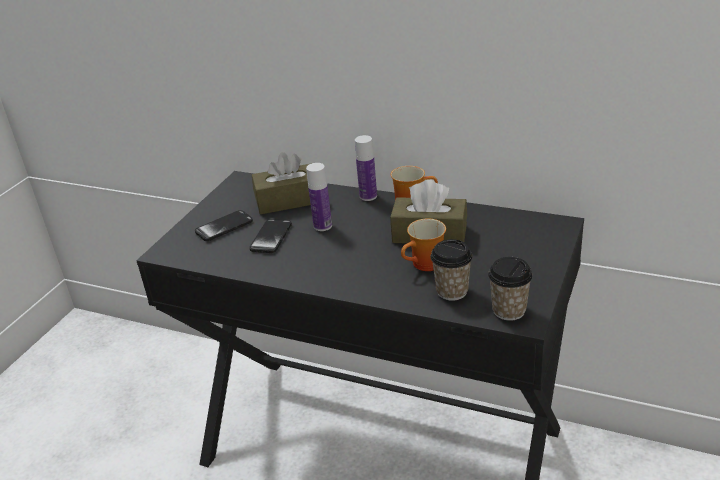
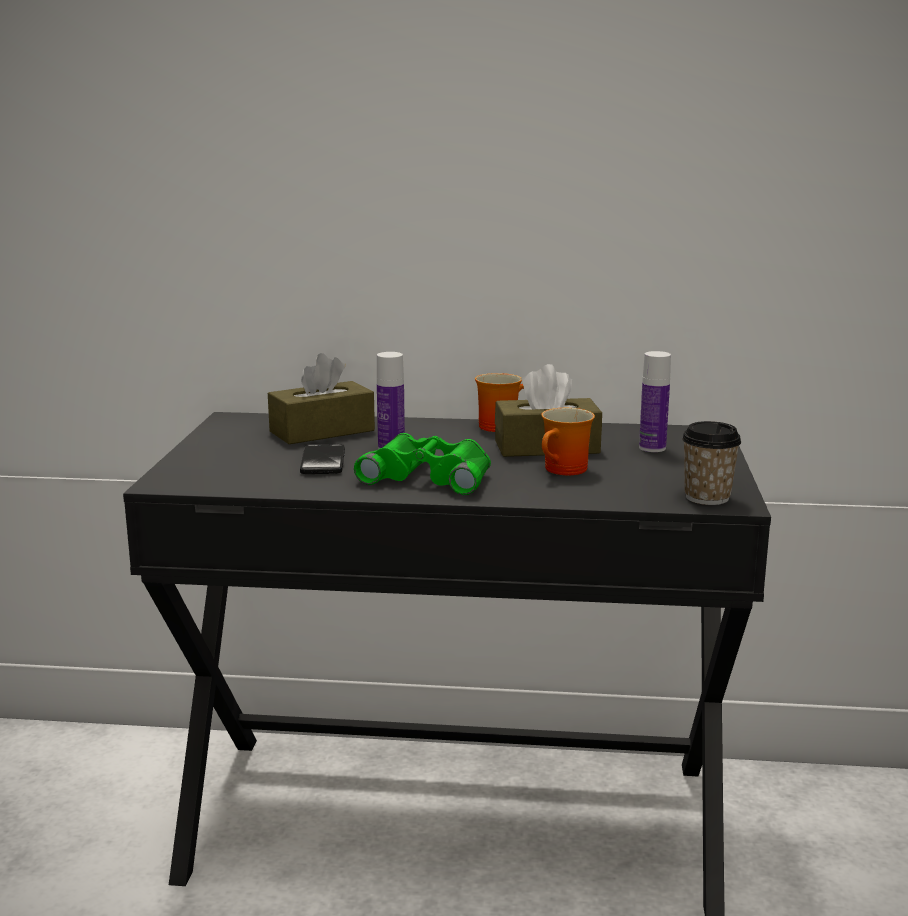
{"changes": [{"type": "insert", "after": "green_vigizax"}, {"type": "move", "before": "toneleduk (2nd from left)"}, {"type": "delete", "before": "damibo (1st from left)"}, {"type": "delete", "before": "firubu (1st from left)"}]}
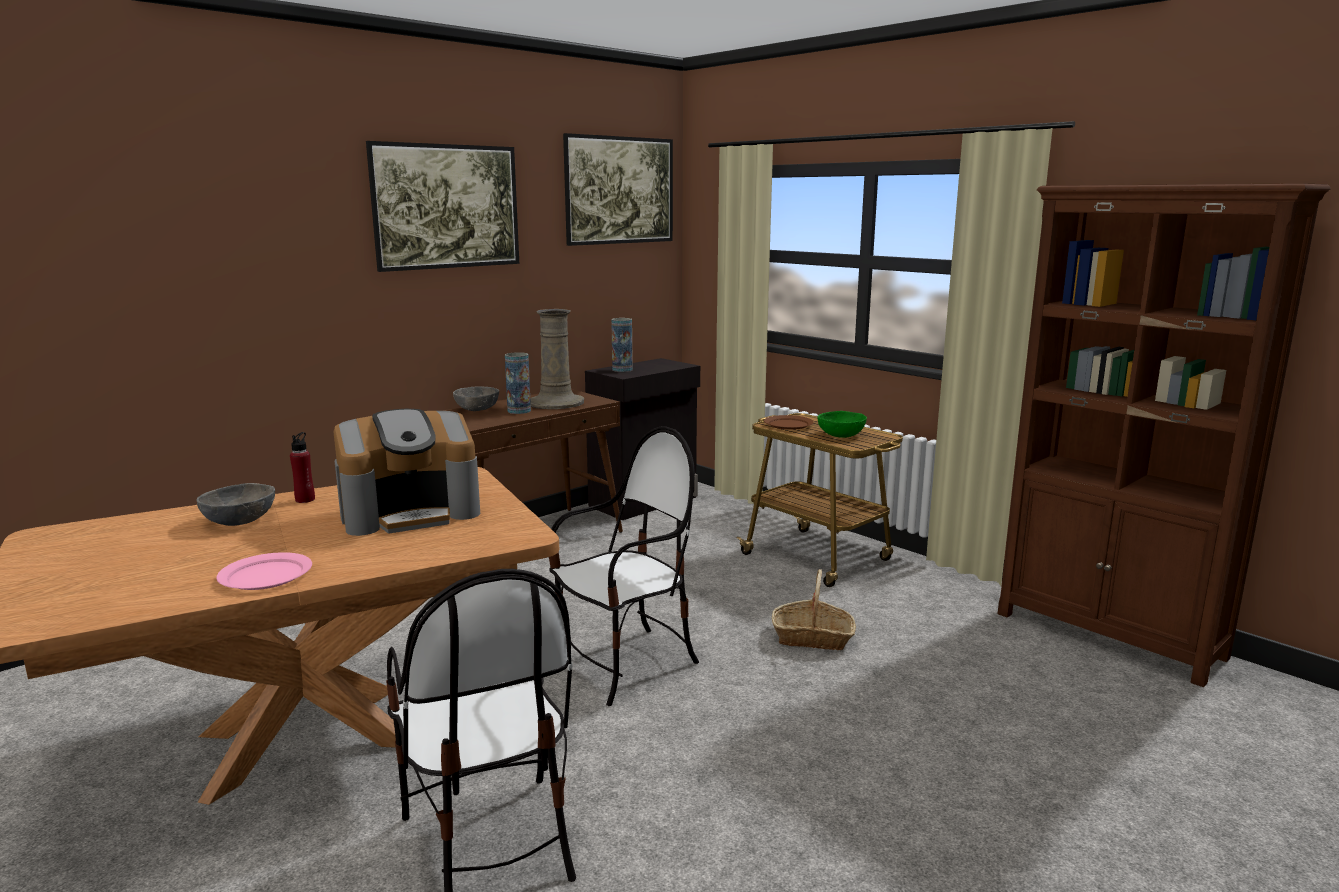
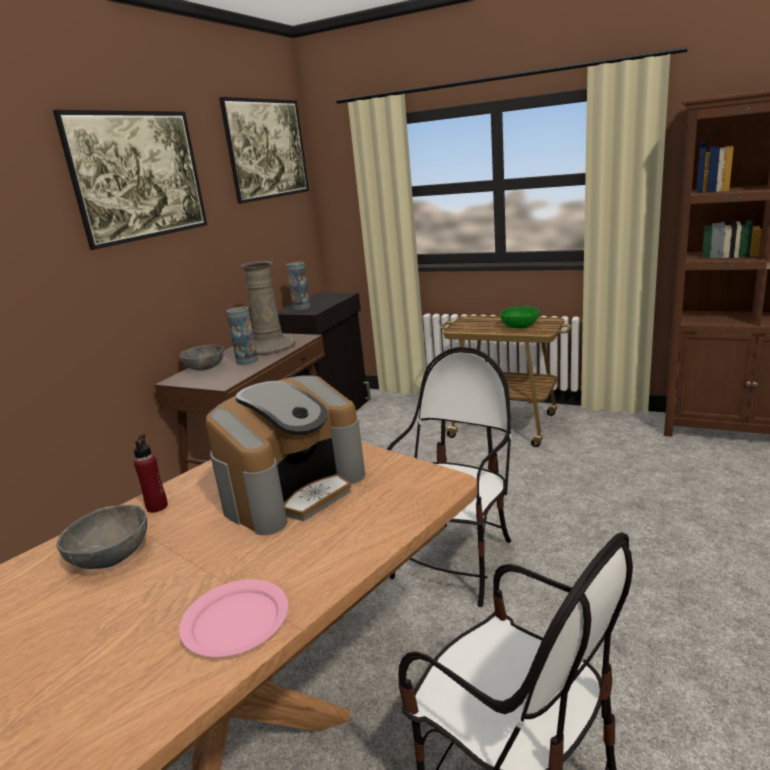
{"changes": [{"type": "delete", "before": "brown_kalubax"}, {"type": "delete", "before": "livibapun"}]}
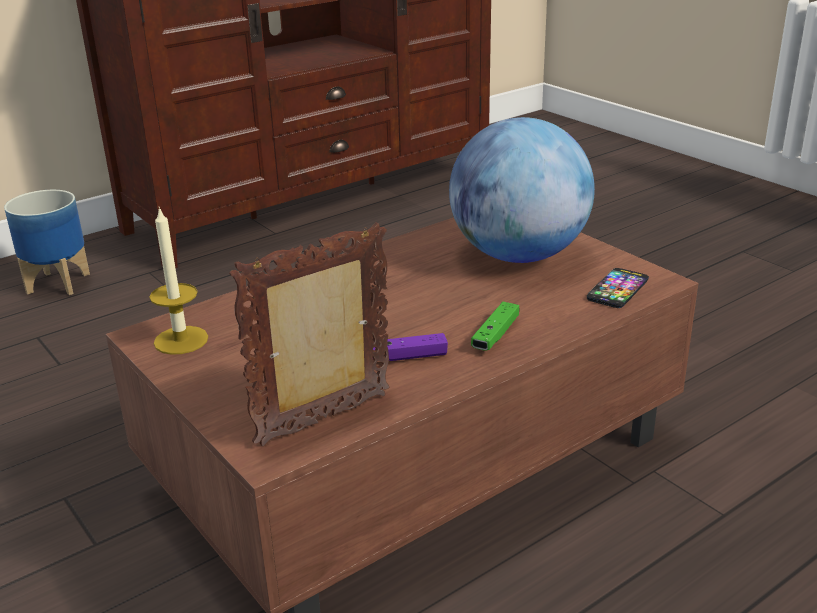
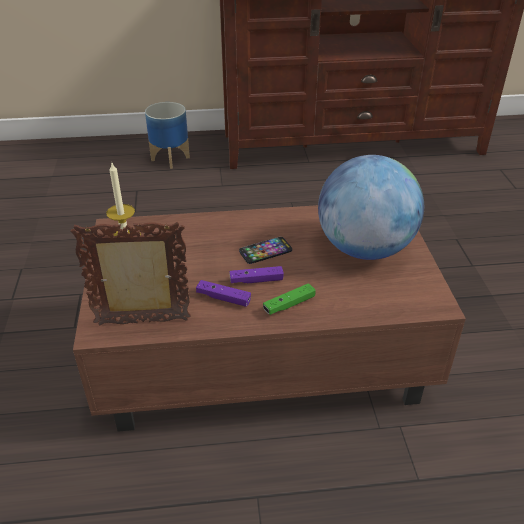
{"changes": [{"type": "insert", "after": "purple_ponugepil (2nd from left)"}, {"type": "move", "before": "damibo"}]}
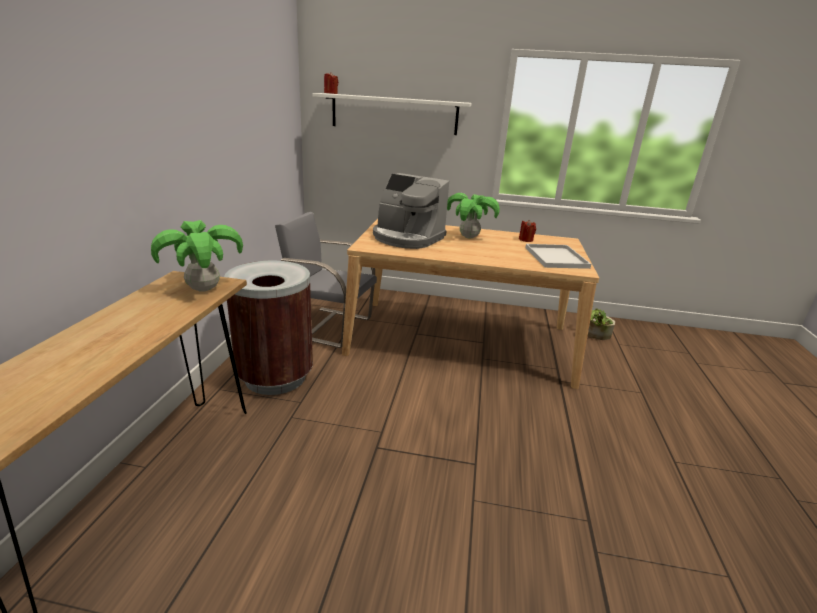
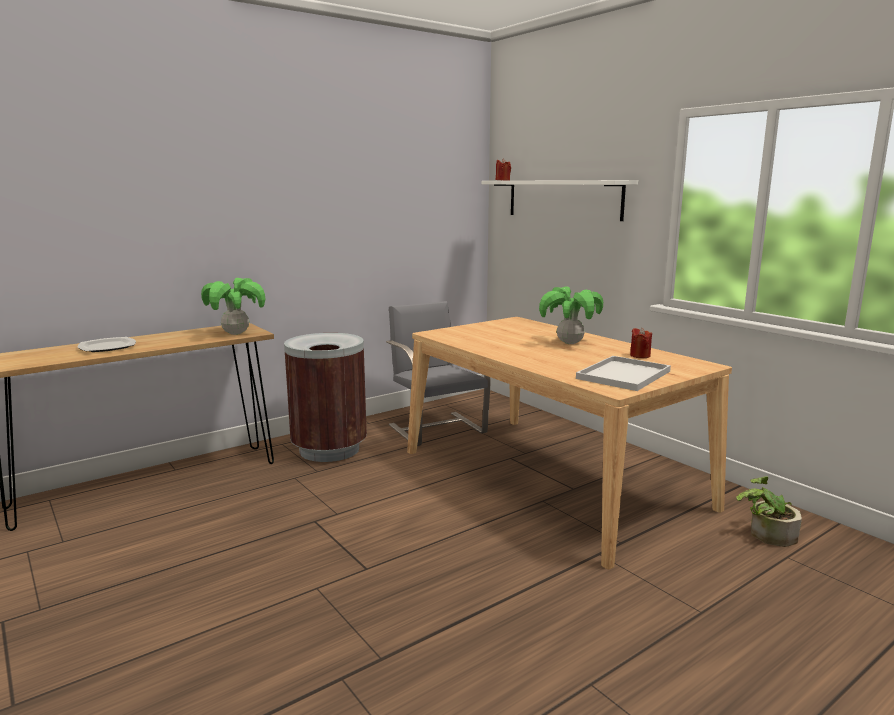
{"changes": [{"type": "insert", "after": "kalubax"}, {"type": "delete", "before": "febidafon"}]}
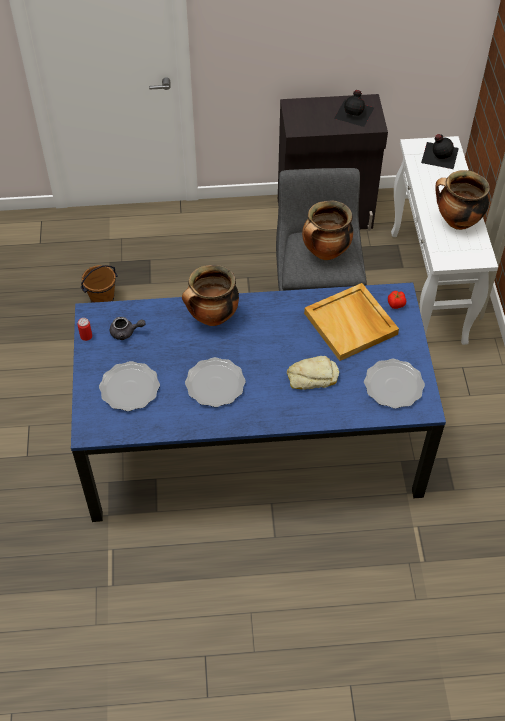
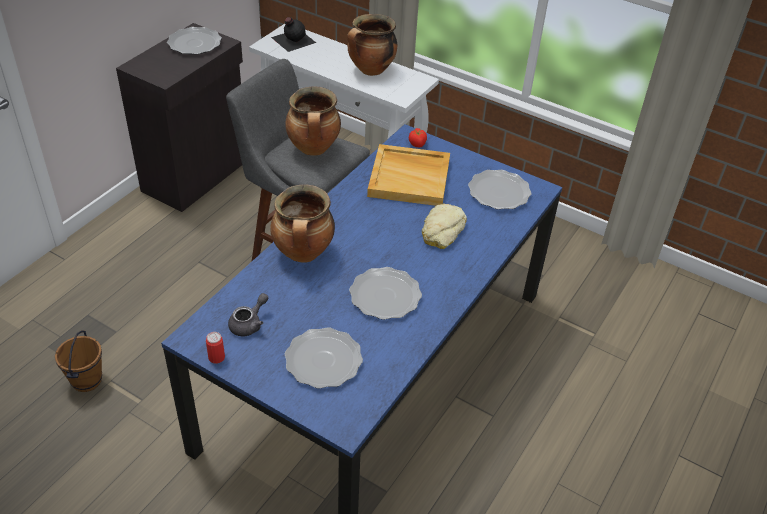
{"changes": [{"type": "replace", "before": "black_toneleduk (1st from left)", "after": "kalubax (1st from left)"}]}
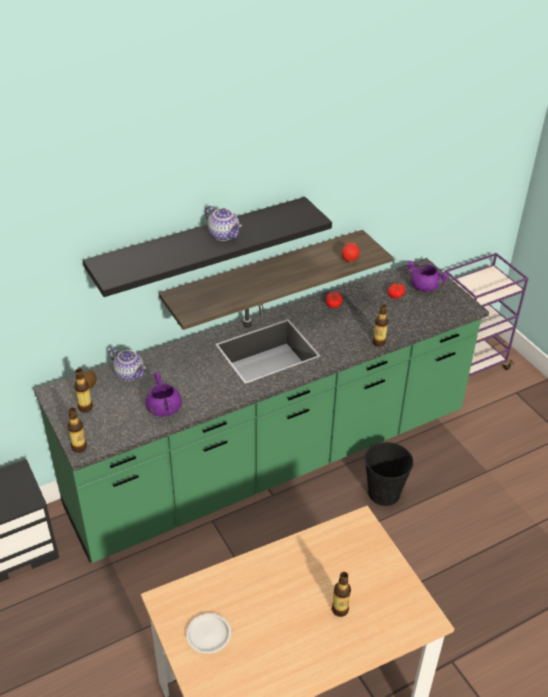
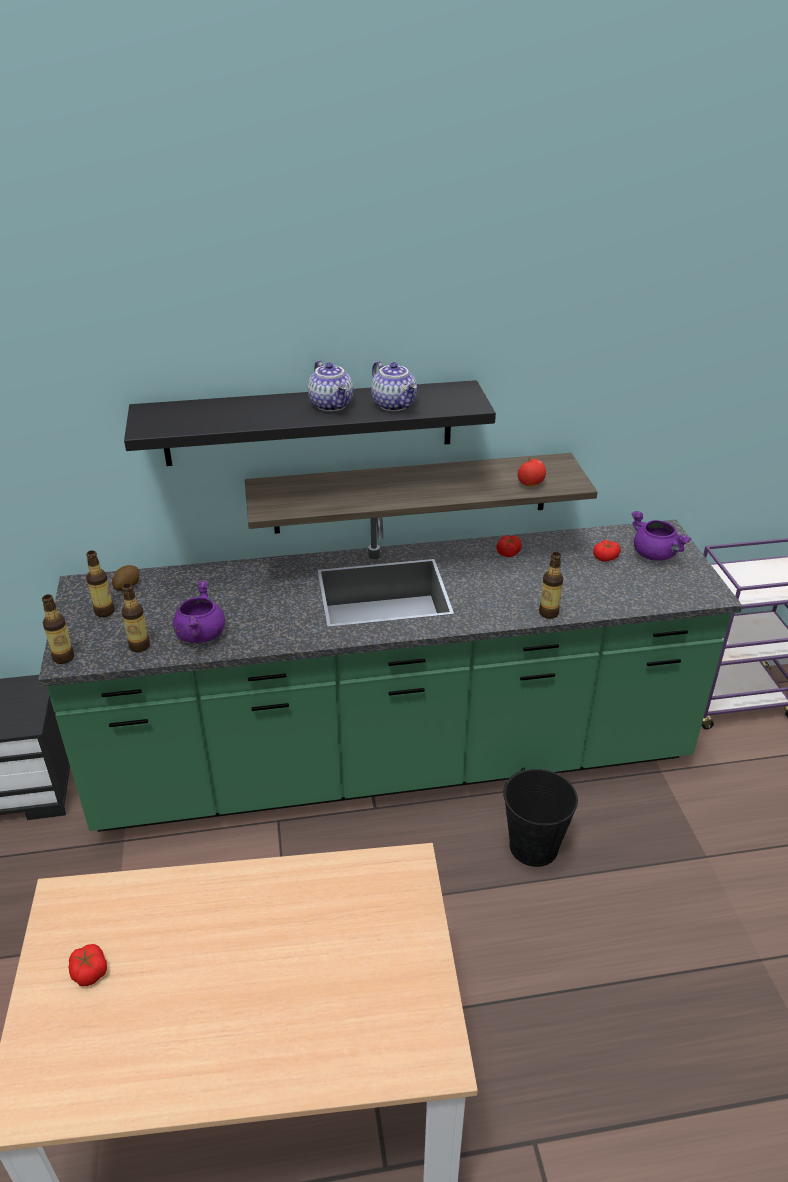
{"changes": [{"type": "replace", "before": "white_kalubax", "after": "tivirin (1st from left)"}, {"type": "move", "before": "toneleduk (3rd from left)"}, {"type": "move", "before": "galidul (1st from left in the first image)", "after": "galidul (2nd from left)"}]}
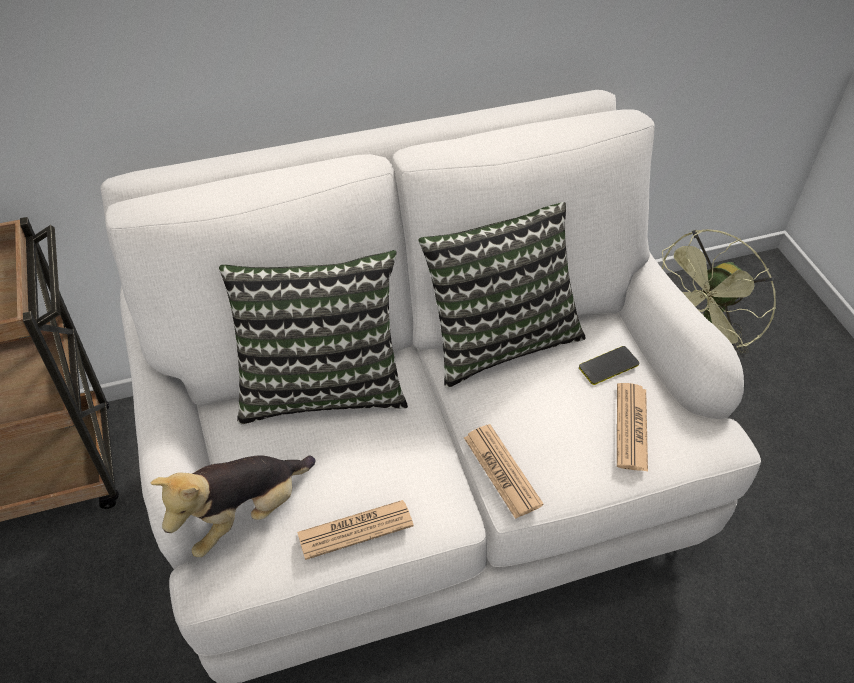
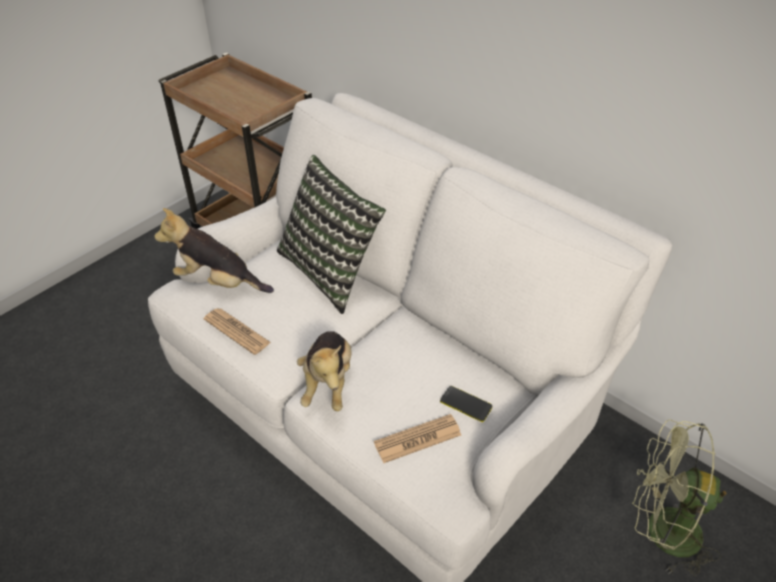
{"changes": [{"type": "replace", "before": "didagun (2nd from left)", "after": "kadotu (2nd from left)"}, {"type": "delete", "before": "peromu (2nd from left)"}]}
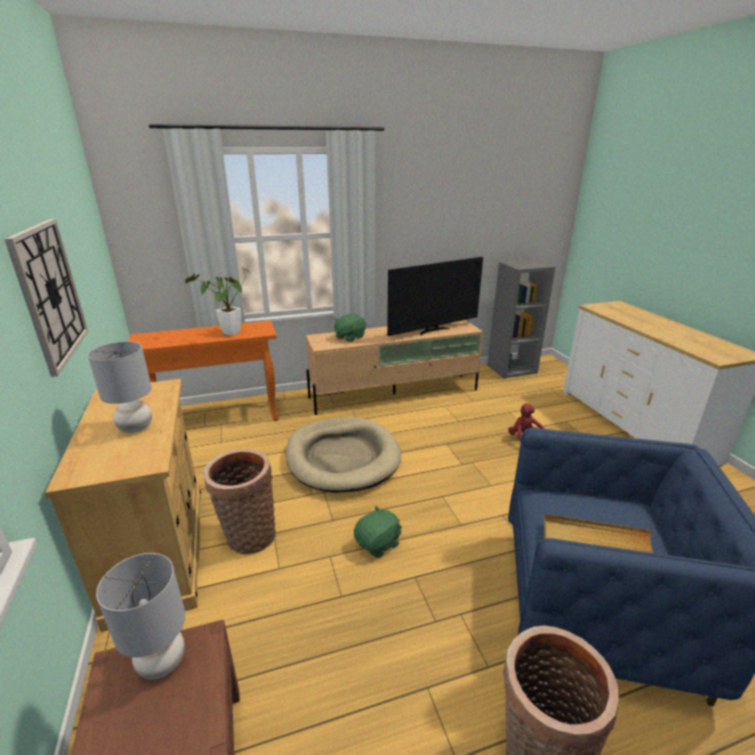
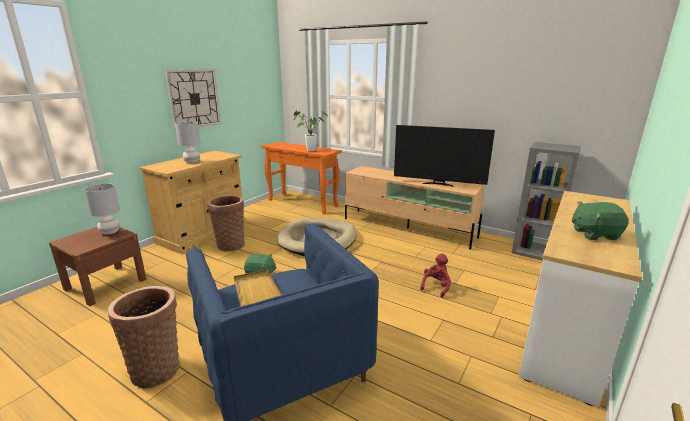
{"changes": [{"type": "move", "before": "green_kadotu (1st from left in the first image)", "after": "green_kadotu (2nd from left)"}]}
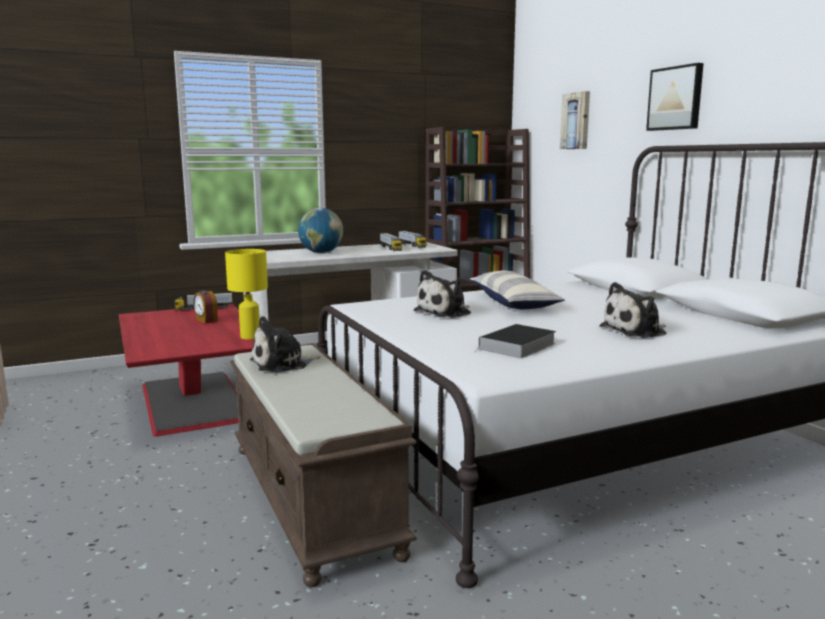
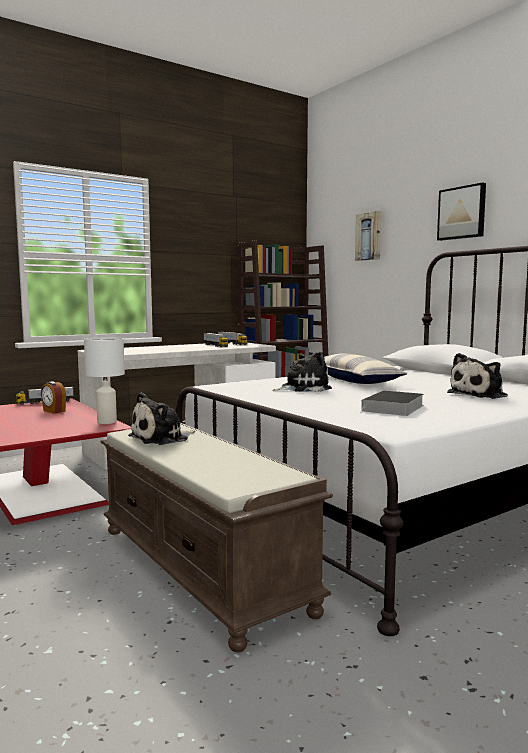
{"changes": [{"type": "recolor", "before": "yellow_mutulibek", "after": "white_mutulibek"}, {"type": "rotate", "before": "kadotu (2nd from left)", "turn": -150}, {"type": "delete", "before": "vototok"}]}
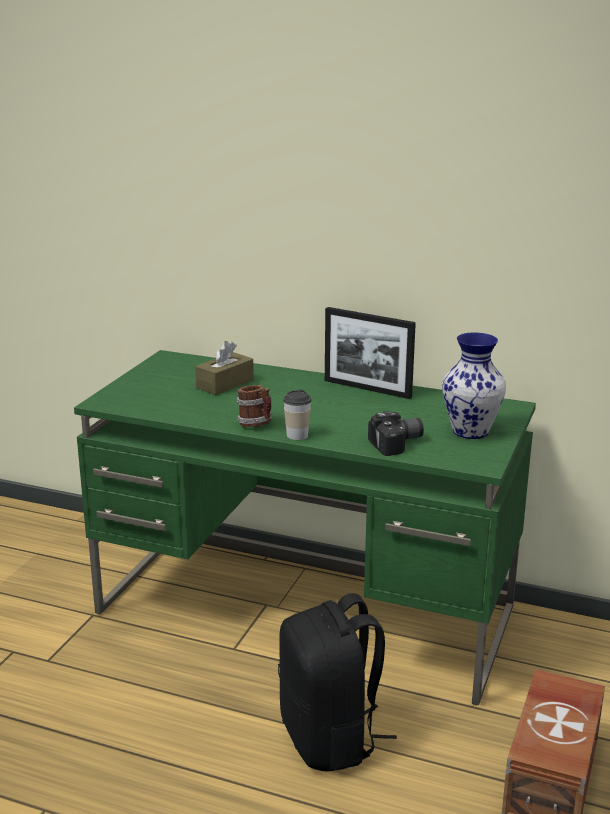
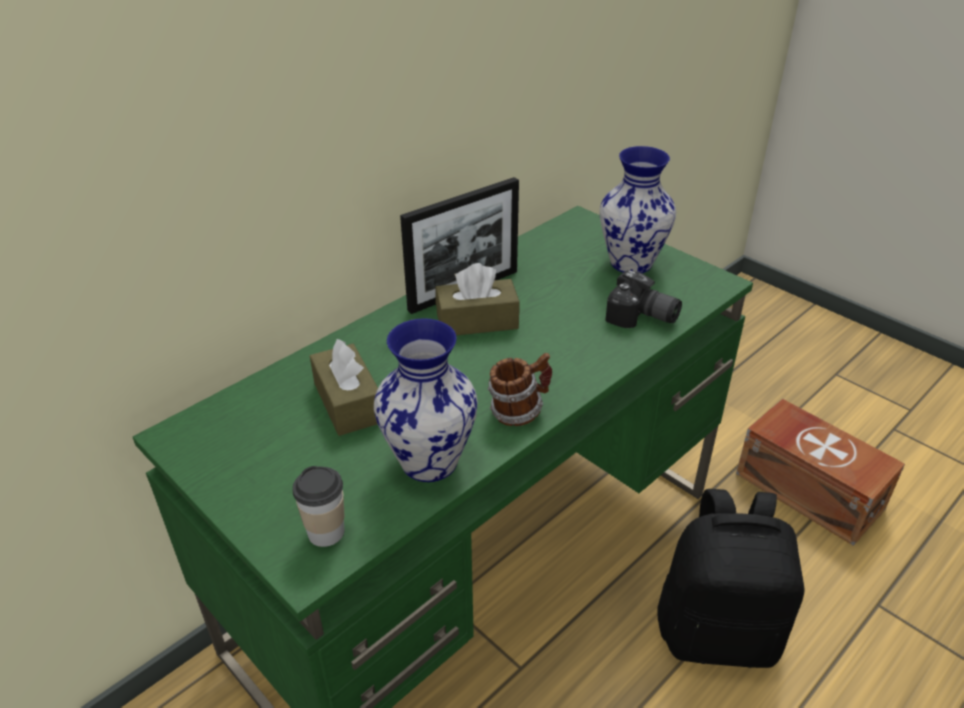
{"changes": [{"type": "move", "before": "firubu"}, {"type": "insert", "after": "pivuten (1st from left)"}, {"type": "insert", "after": "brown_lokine (2nd from left)"}, {"type": "rotate", "before": "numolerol", "turn": 120}]}
